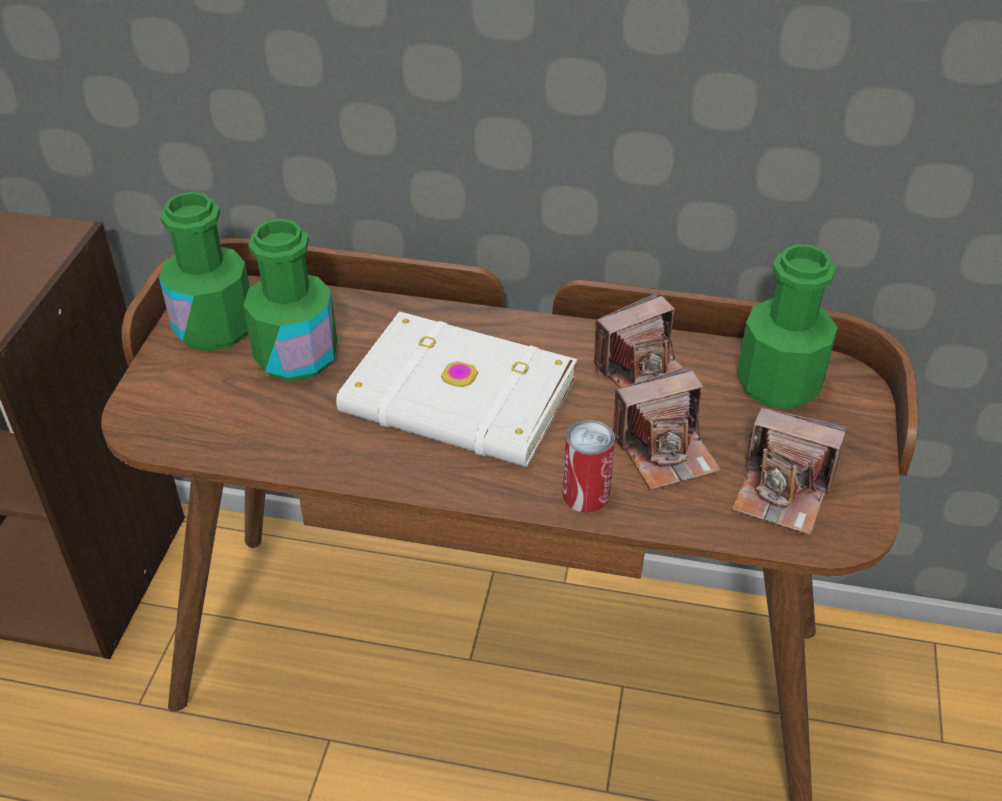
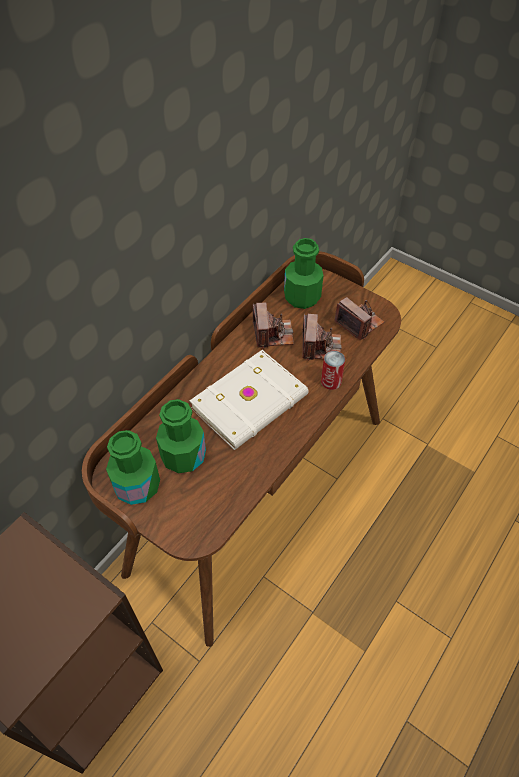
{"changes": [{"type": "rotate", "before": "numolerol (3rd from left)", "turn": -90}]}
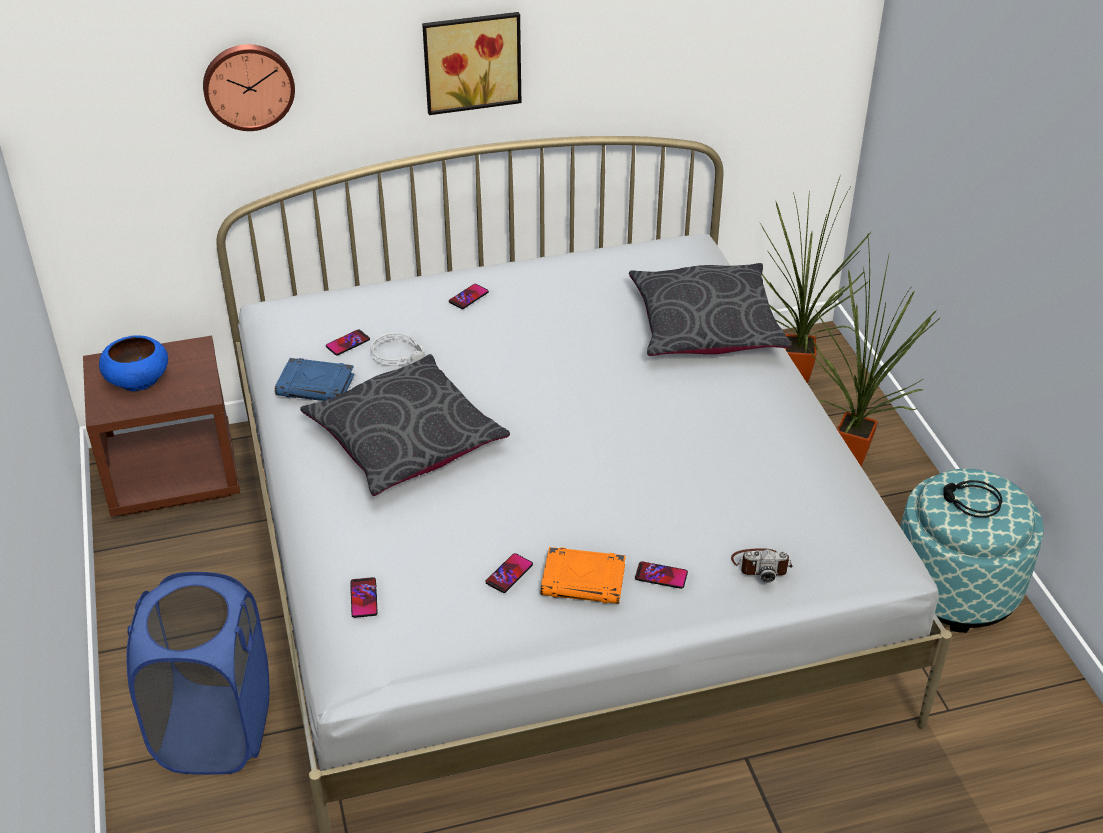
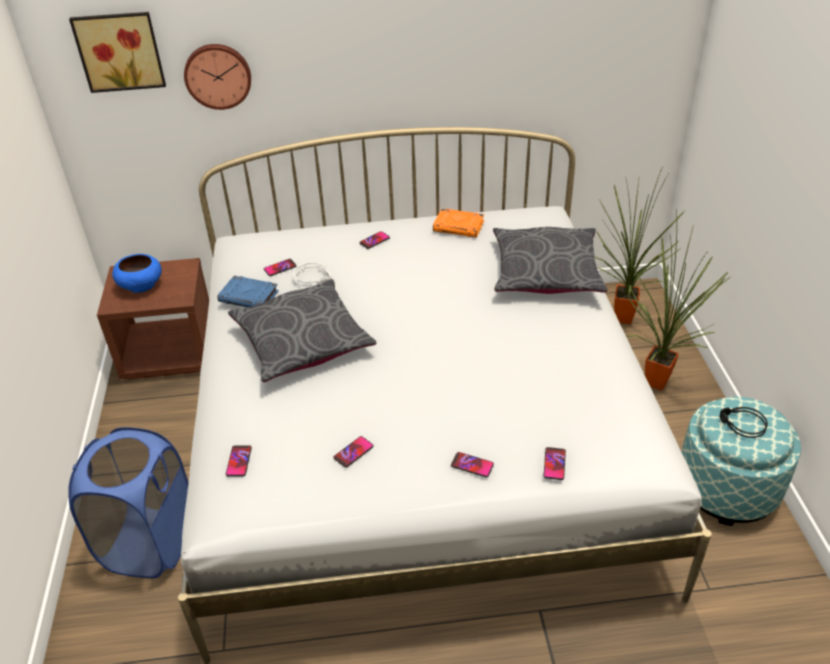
{"changes": [{"type": "move", "before": "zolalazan"}, {"type": "move", "before": "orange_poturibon"}, {"type": "replace", "before": "numolerol", "after": "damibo (6th from left)"}]}
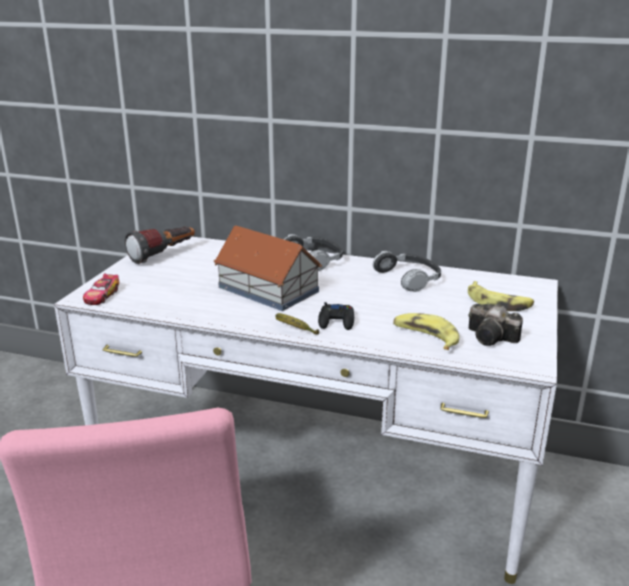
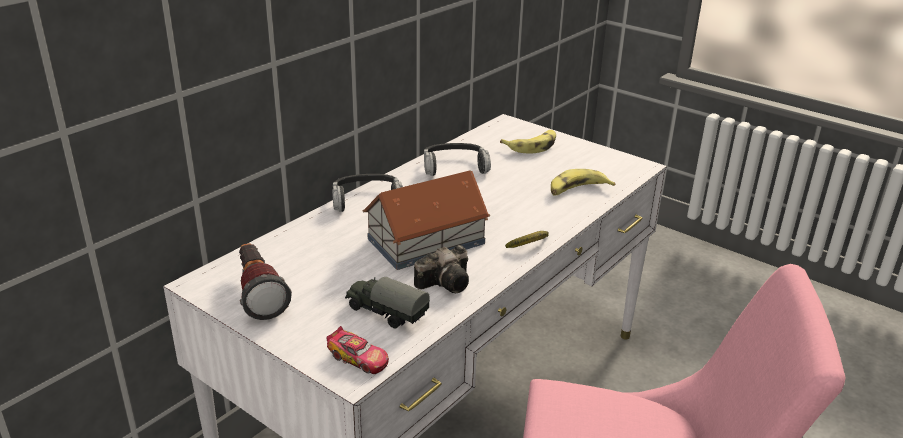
{"changes": [{"type": "insert", "after": "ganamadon"}, {"type": "move", "before": "numolerol"}, {"type": "delete", "before": "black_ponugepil"}]}
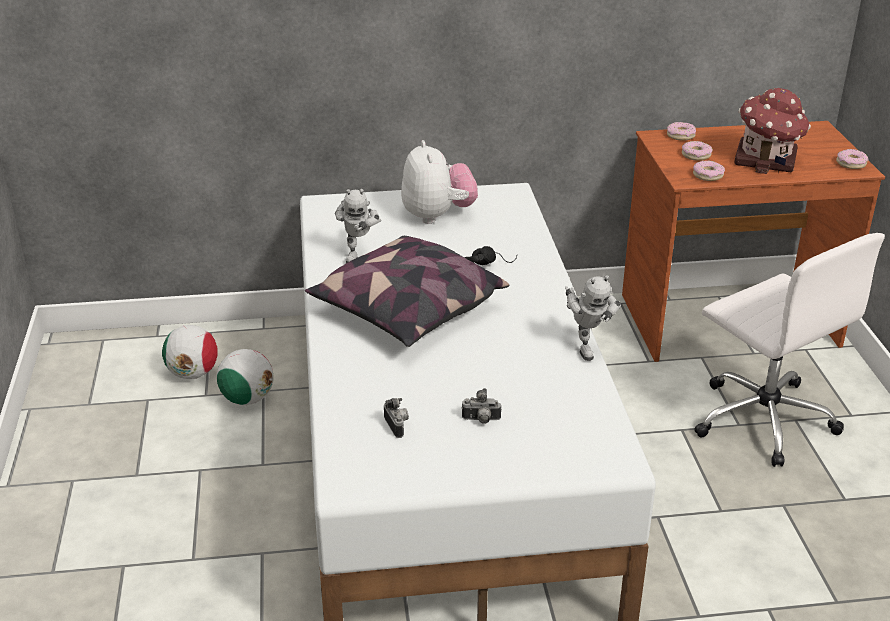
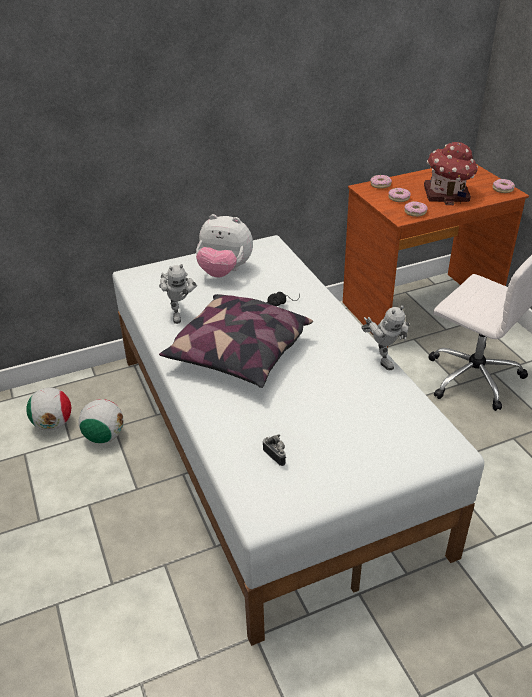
{"changes": [{"type": "rotate", "before": "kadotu", "turn": 135}, {"type": "delete", "before": "numolerol (2nd from left)"}]}
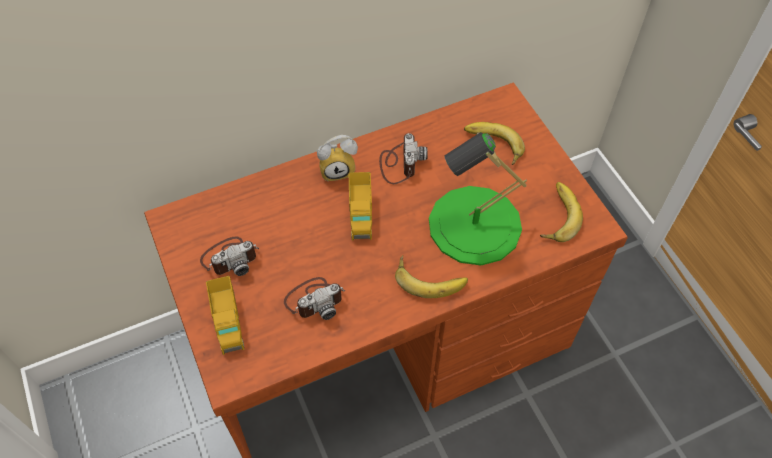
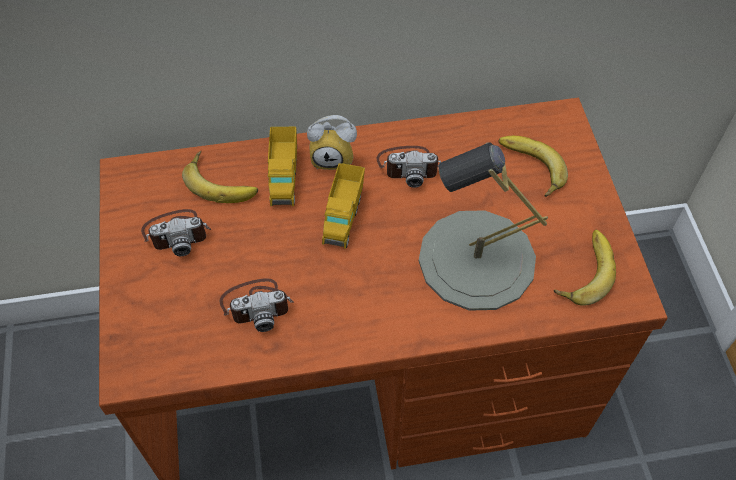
{"changes": [{"type": "move", "before": "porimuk (1st from left)"}, {"type": "move", "before": "ganamadon (1st from left)"}, {"type": "rotate", "before": "numolerol (3rd from left)", "turn": 75}, {"type": "recolor", "before": "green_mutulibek", "after": "grey_mutulibek"}]}
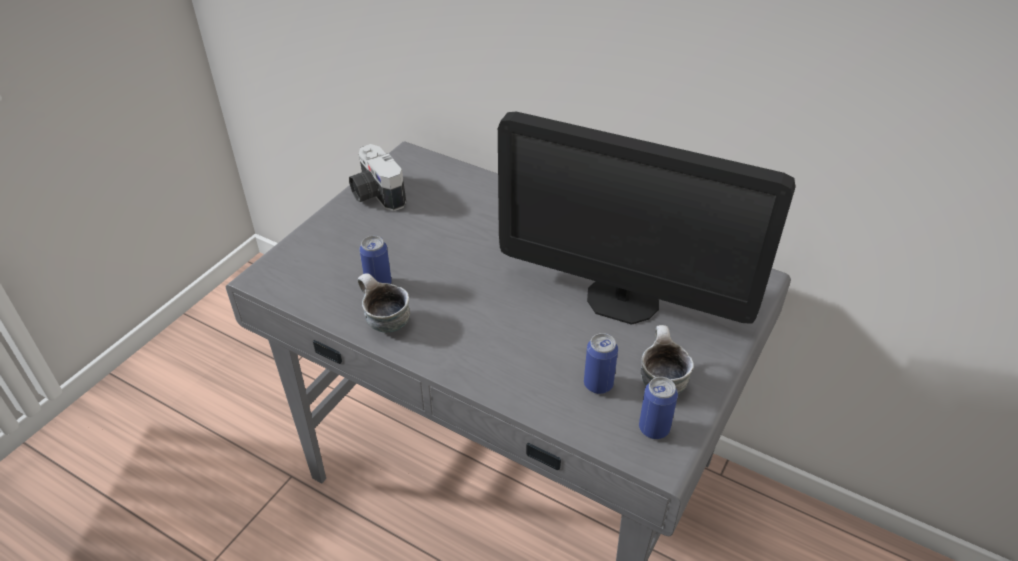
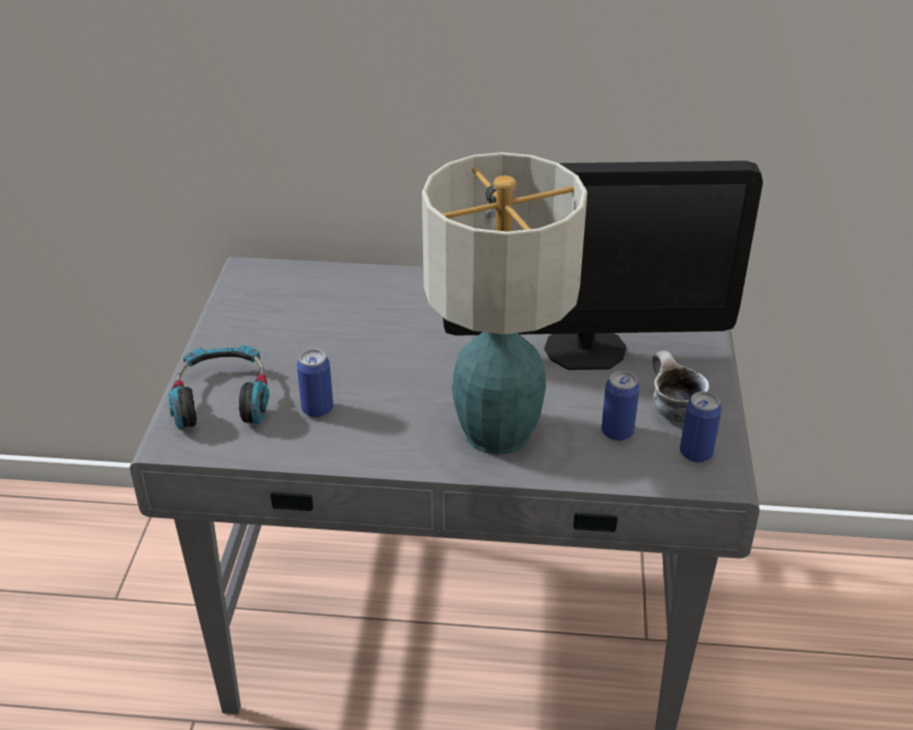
{"changes": [{"type": "insert", "after": "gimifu"}, {"type": "insert", "after": "mutulibek"}, {"type": "delete", "before": "numolerol"}, {"type": "delete", "before": "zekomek (1st from left)"}]}
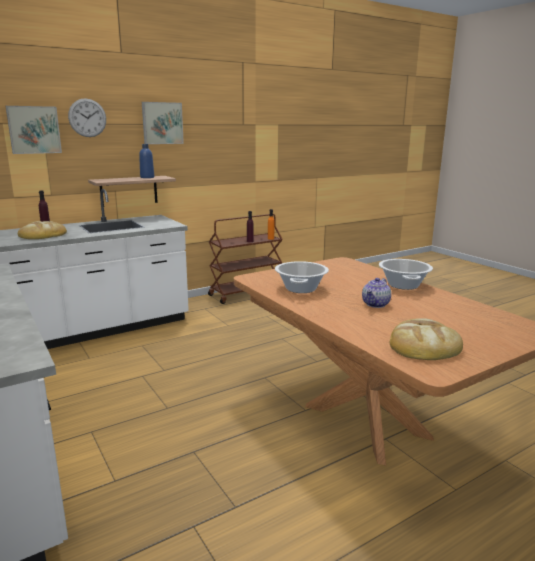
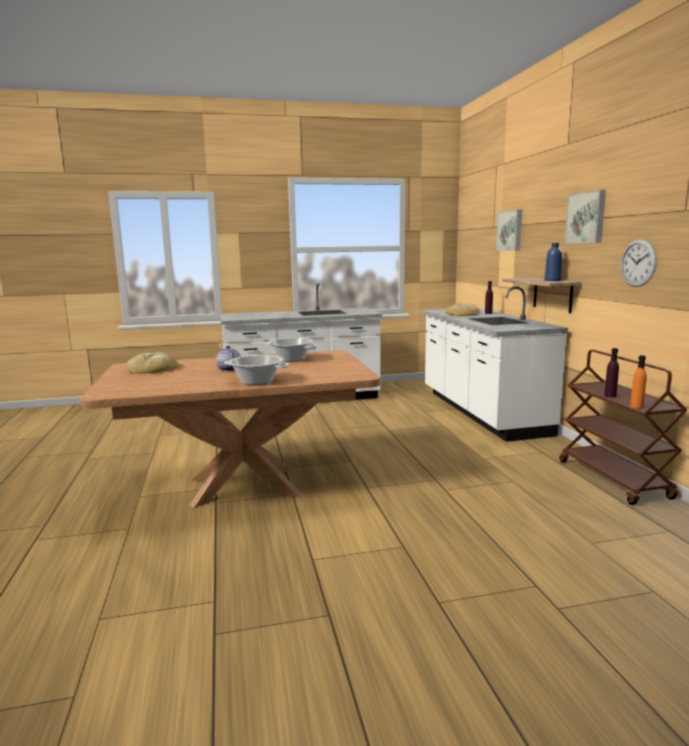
{"changes": [{"type": "move", "before": "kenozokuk"}]}
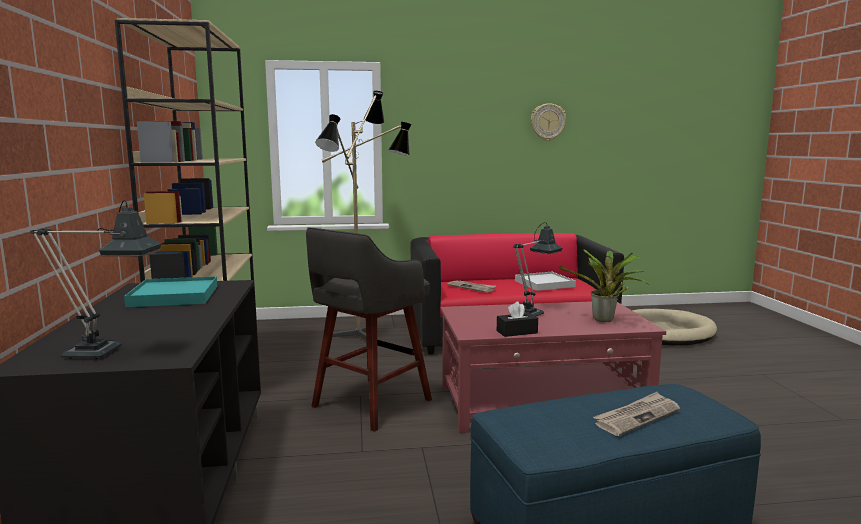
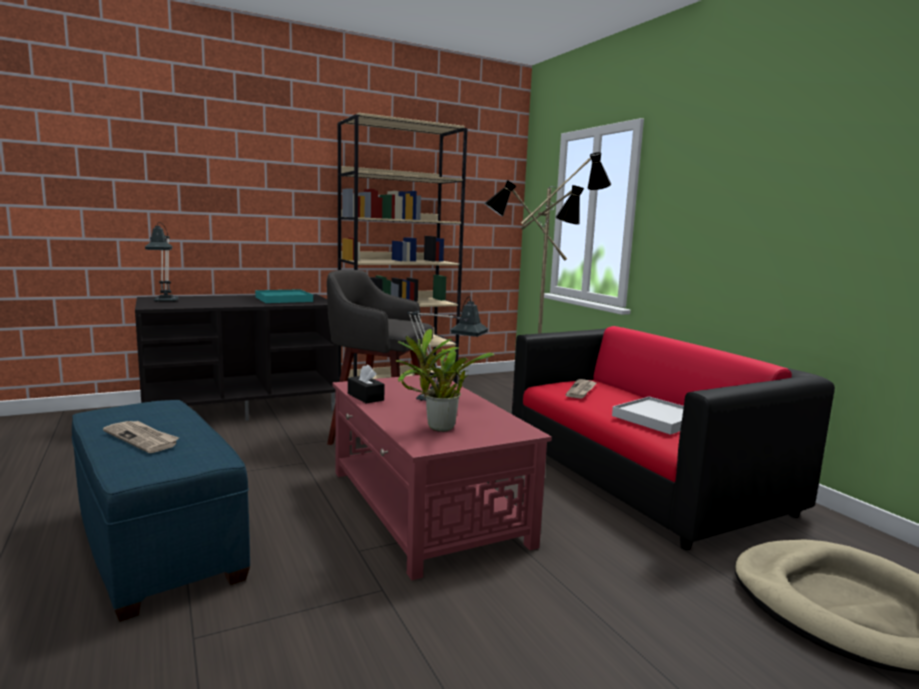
{"changes": [{"type": "delete", "before": "kenozokuk"}]}
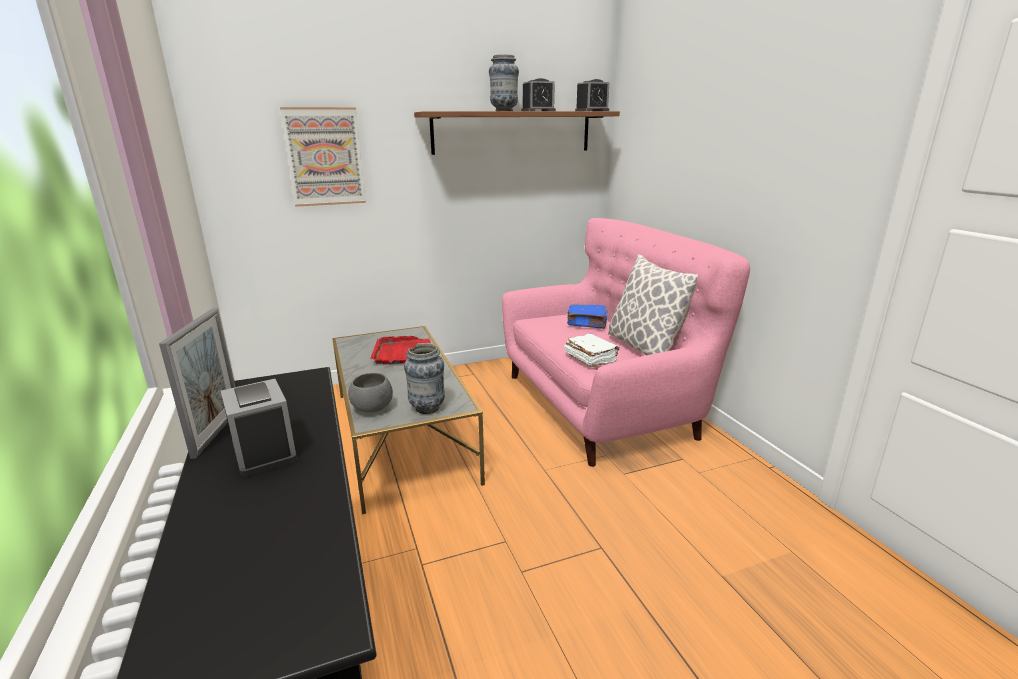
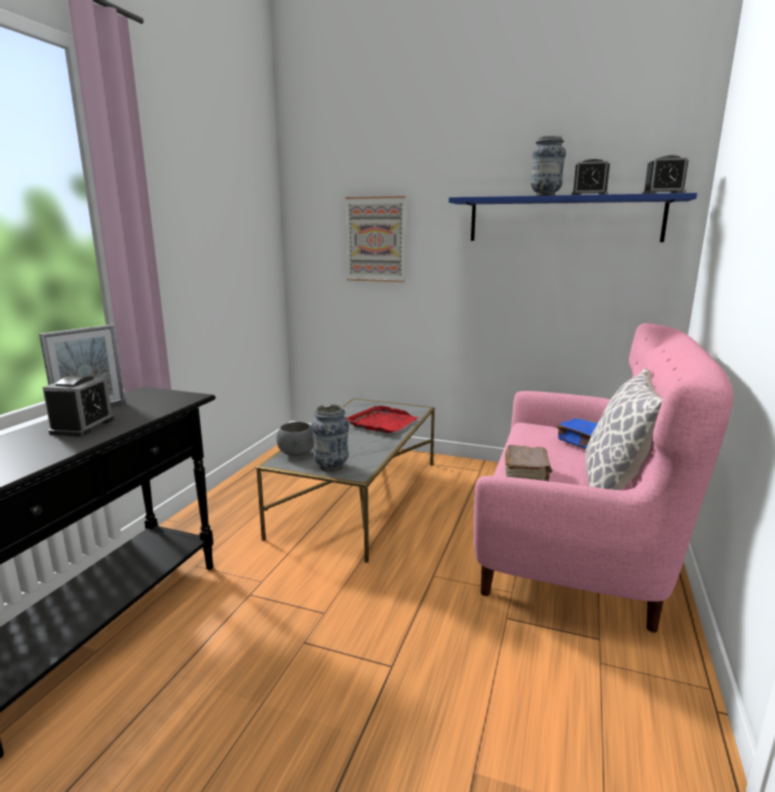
{"changes": [{"type": "recolor", "before": "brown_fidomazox", "after": "blue_fidomazox"}, {"type": "recolor", "before": "white_poturibon", "after": "brown_poturibon"}]}
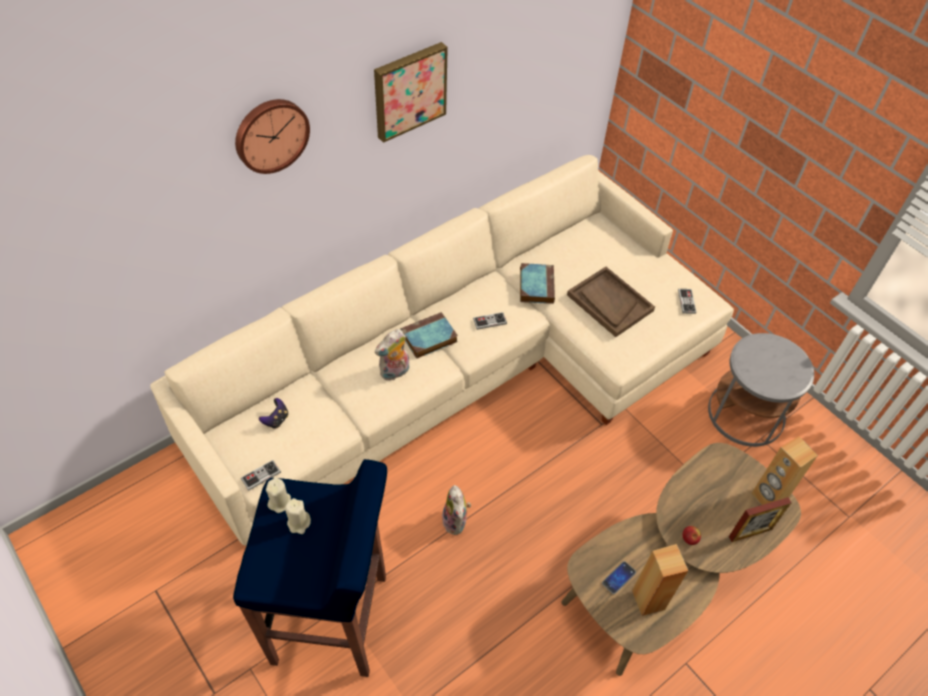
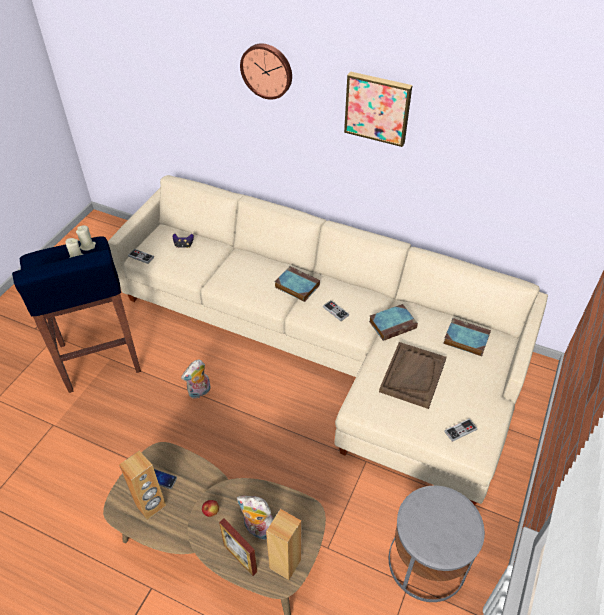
{"changes": [{"type": "move", "before": "kadotu (1st from left in the first image)", "after": "kadotu (2nd from left)"}, {"type": "insert", "after": "poturibon (3rd from left)"}]}
